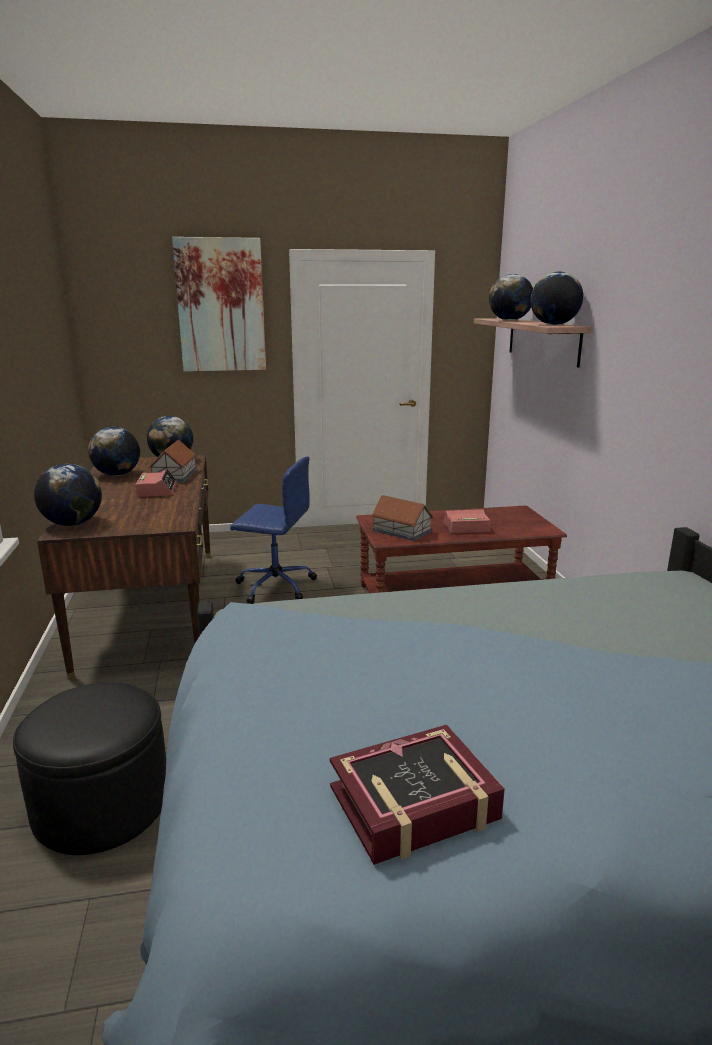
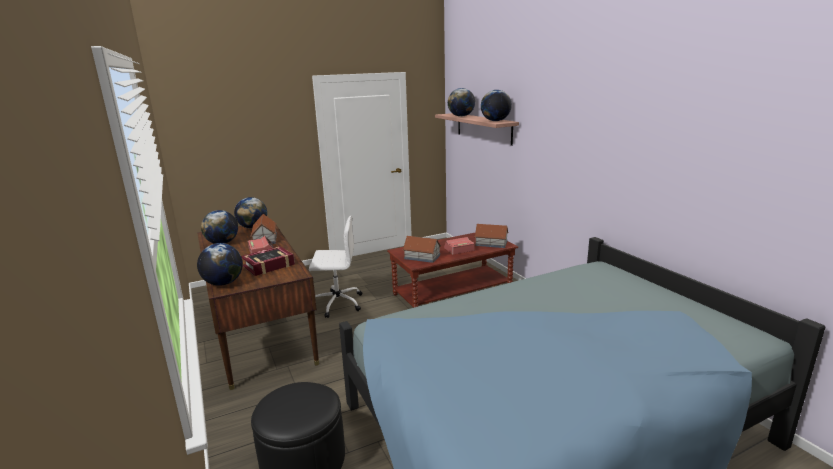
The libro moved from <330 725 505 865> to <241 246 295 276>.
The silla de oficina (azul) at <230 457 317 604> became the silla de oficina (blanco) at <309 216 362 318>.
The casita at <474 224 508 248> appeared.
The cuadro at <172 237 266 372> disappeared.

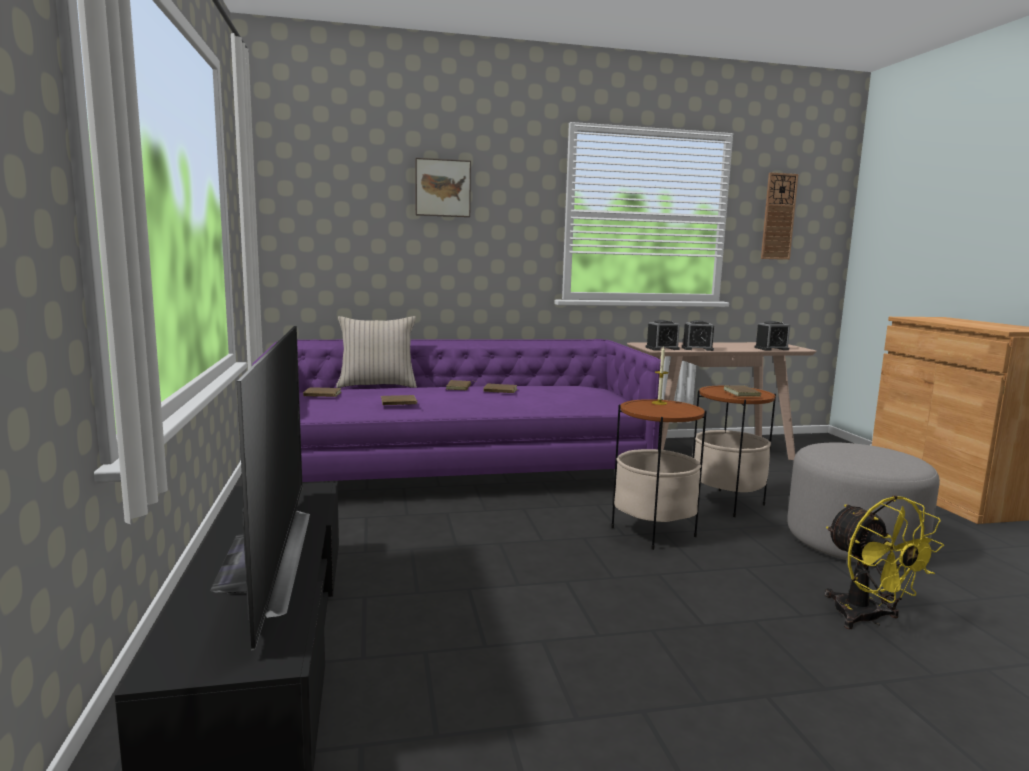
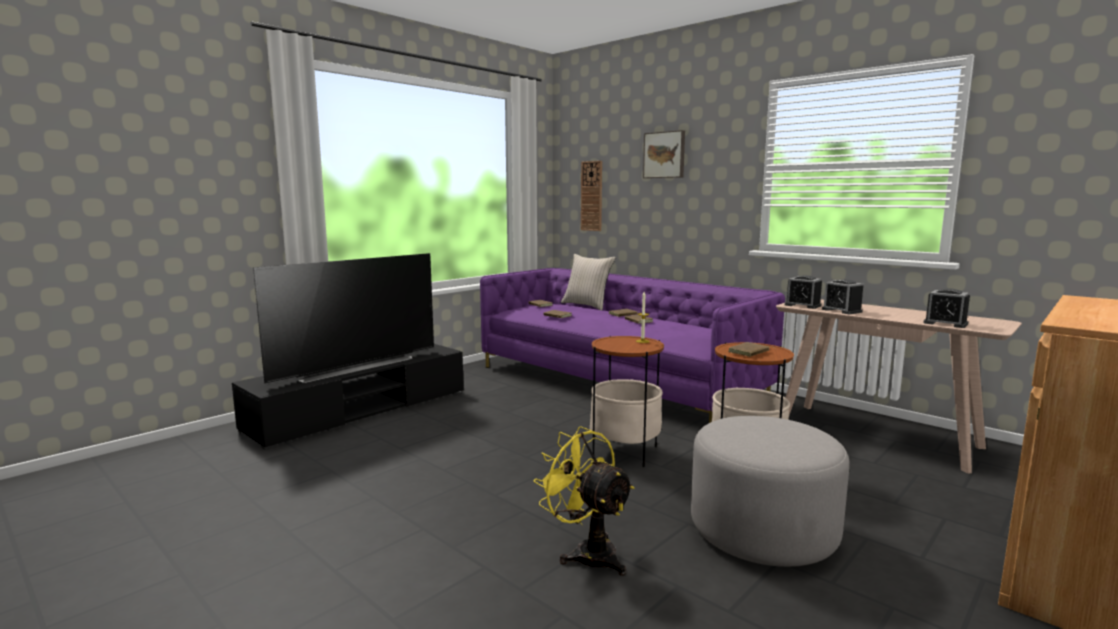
The ventilador (amarillo) at <825 495 944 629> turned 105 degrees clockwise.
The reloj de pared moved from <761 172 799 260> to <581 161 602 231>.

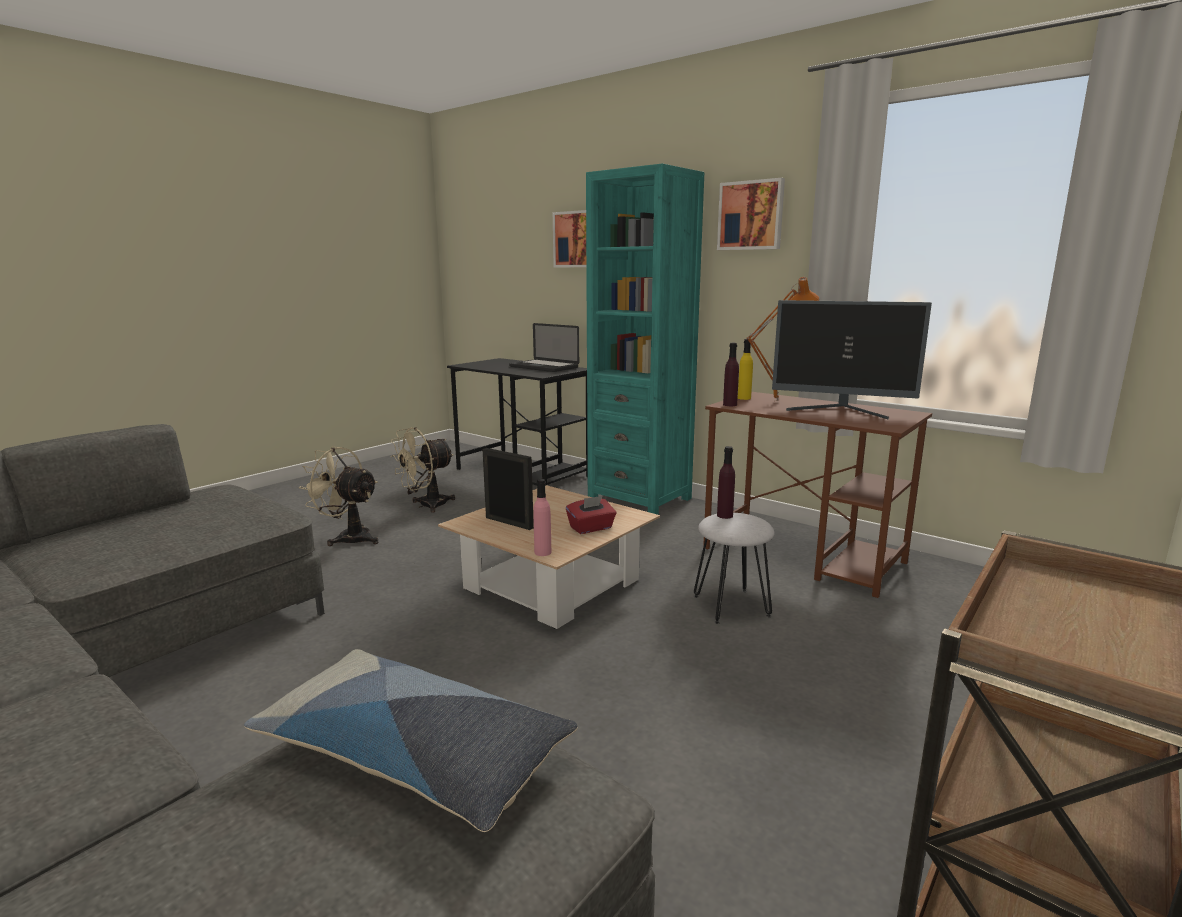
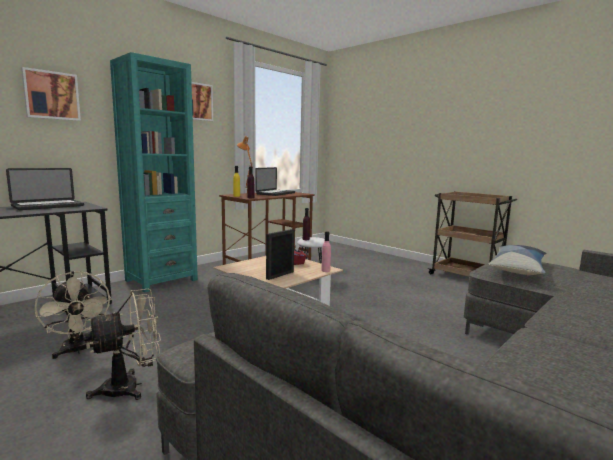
The ventilador (beis) at <299 446 378 546> turned 150 degrees counterclockwise.
The monitor at <772 300 932 419> was replaced by the portátil at <256 167 295 196>.

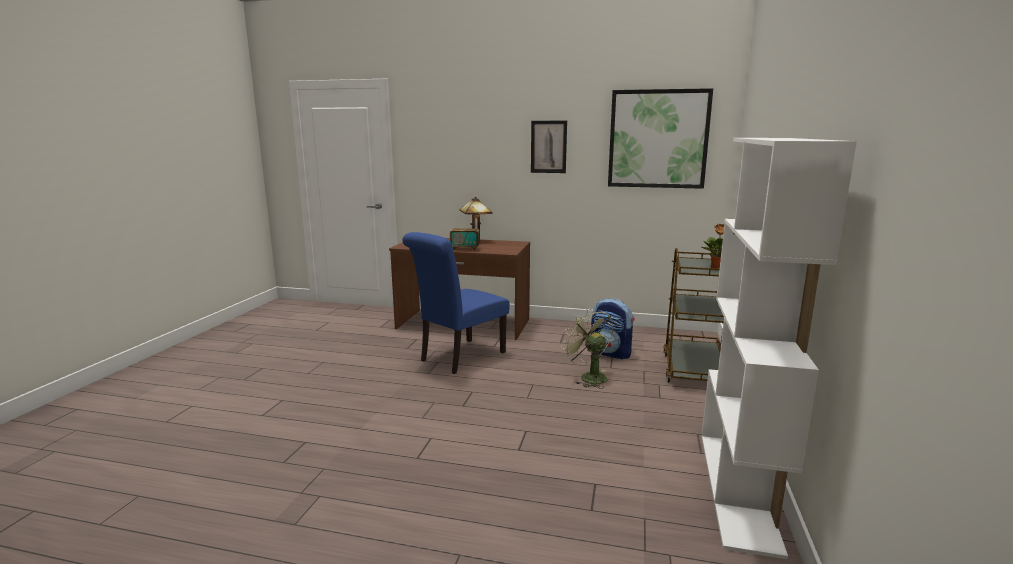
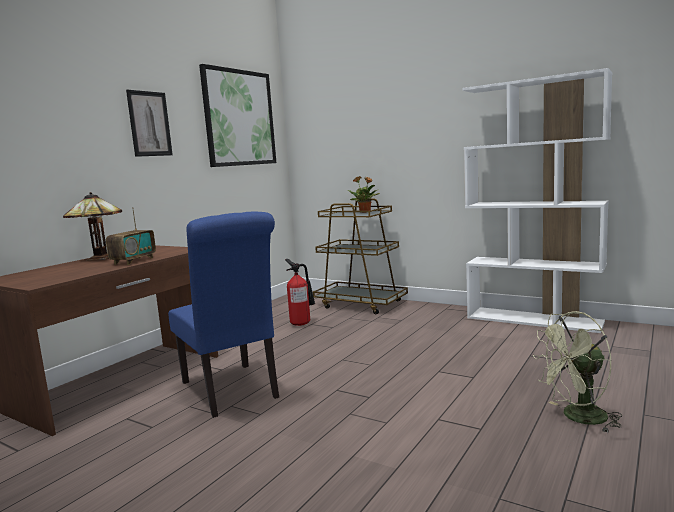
The mochila at <591 298 635 360> was replaced by the extintor at <285 259 315 326>.
The ventilador (verde) moved from <561 308 613 389> to <533 311 622 433>.

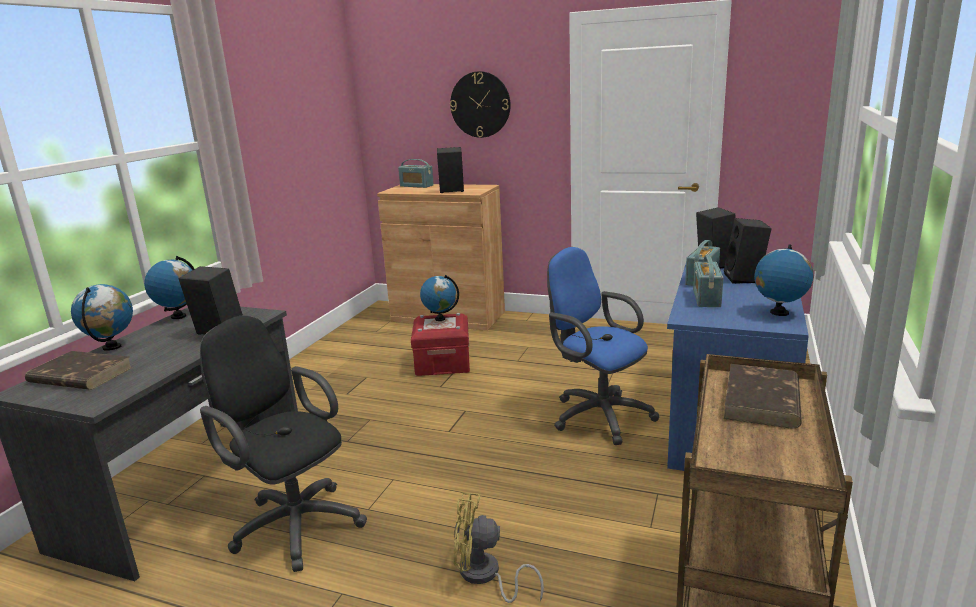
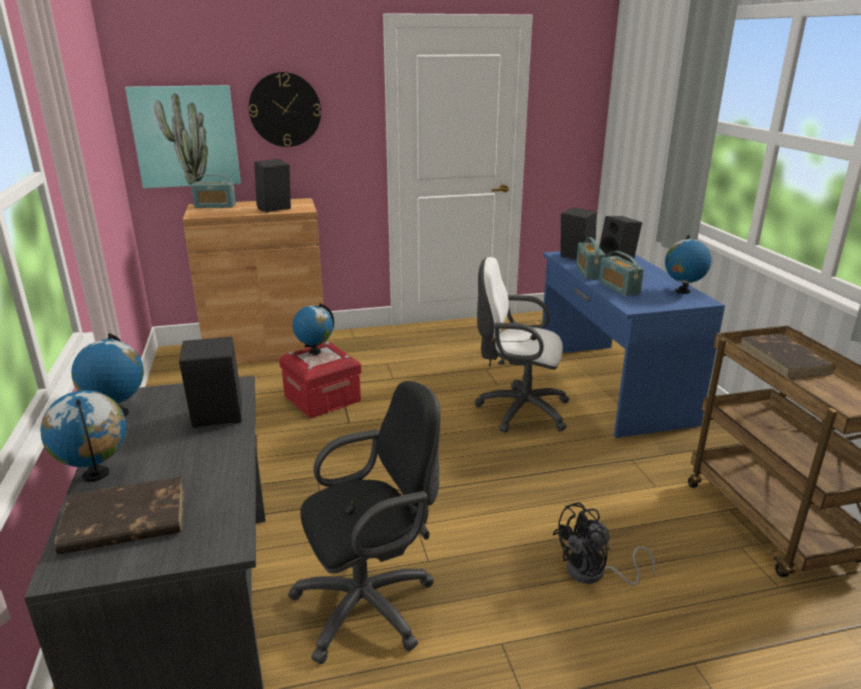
The cuadro at <125 85 241 188> appeared.
The silla de oficina (negro) at <200 315 367 572> turned 150 degrees clockwise.
The silla de oficina (azul) at <547 247 659 445> became the silla de oficina (blanco) at <474 257 570 433>.
The ventilador (amarillo) at <453 492 544 603> became the ventilador (negro) at <552 502 655 586>.

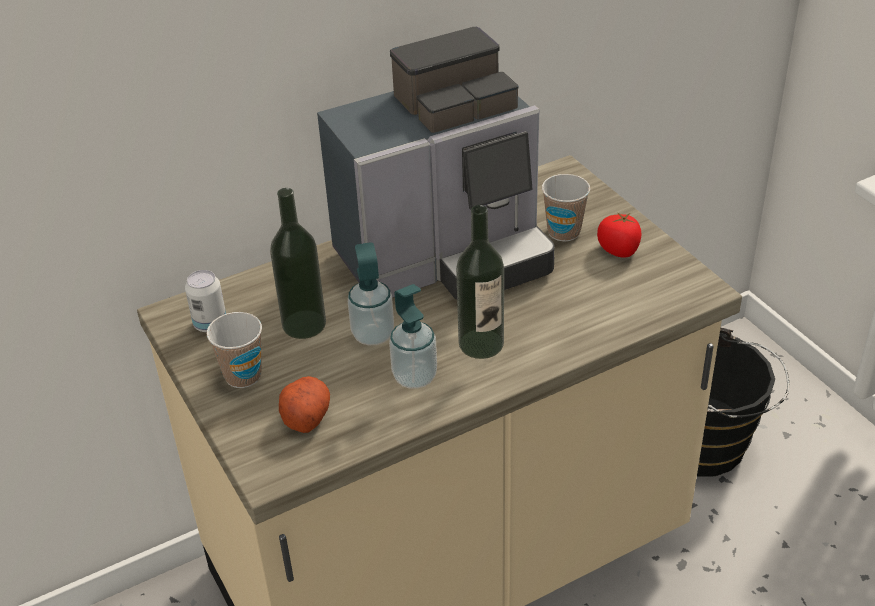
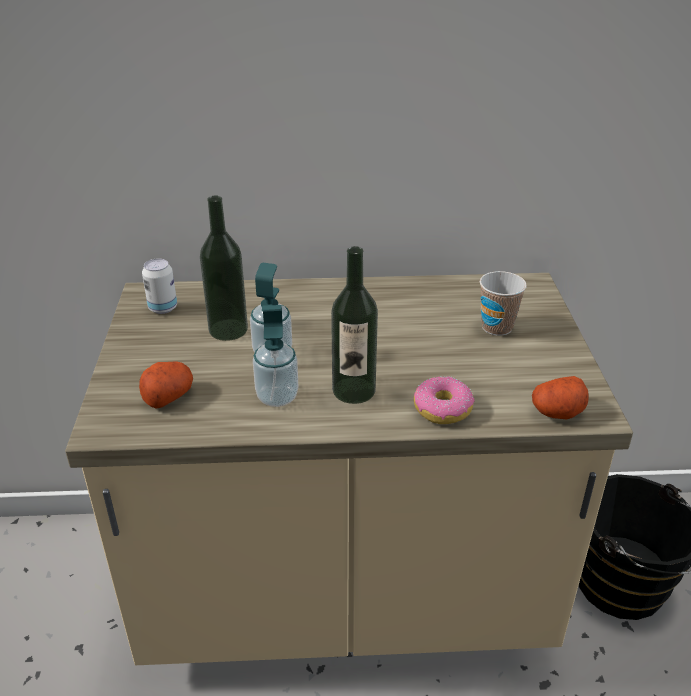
The rosquilla at <414 376 475 424> appeared.
The patata at <532 376 589 419> appeared.
The taza at <207 312 262 388> disappeared.
The cafetera at <317 27 555 300> disappeared.
The tomate at <597 212 641 257> disappeared.

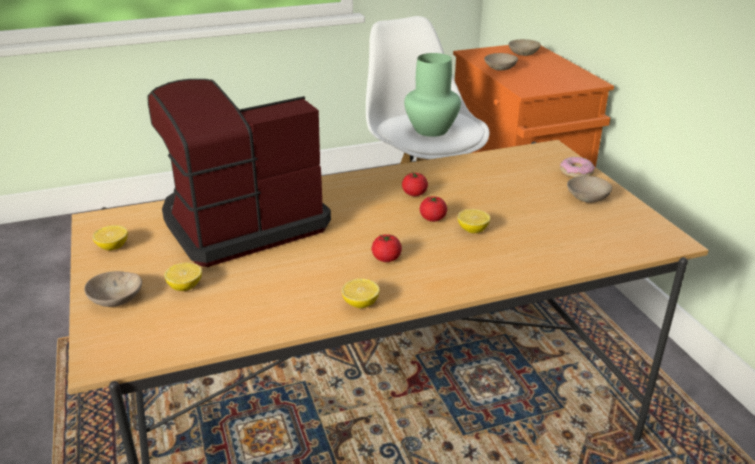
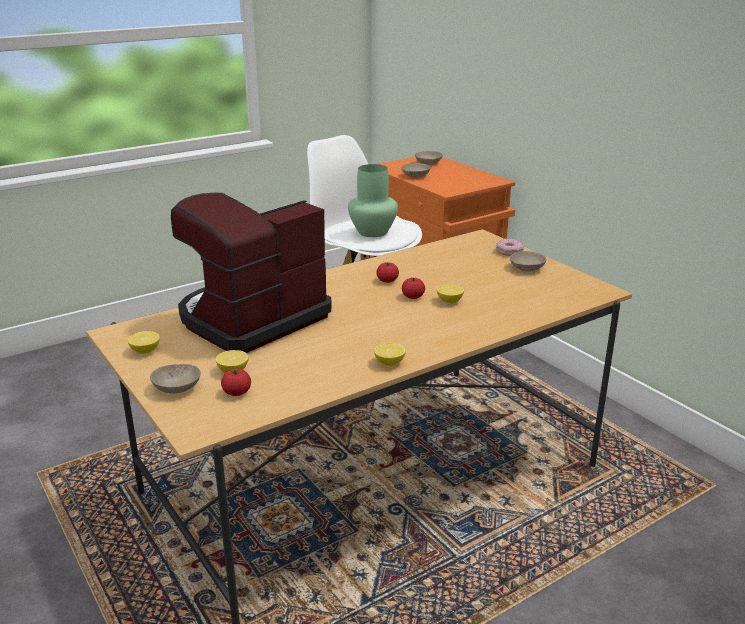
The tomate moved from <372 234 402 262> to <221 369 251 396>.

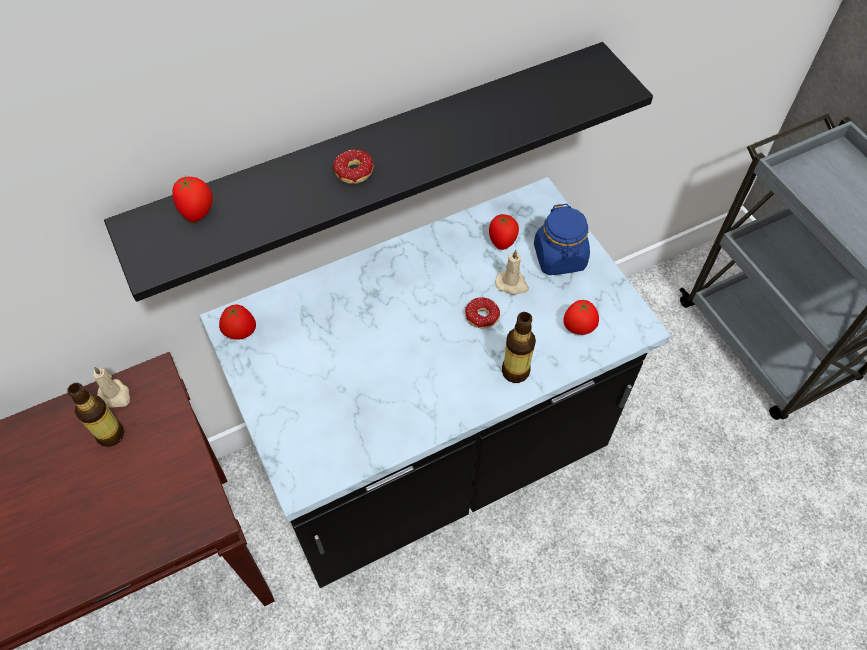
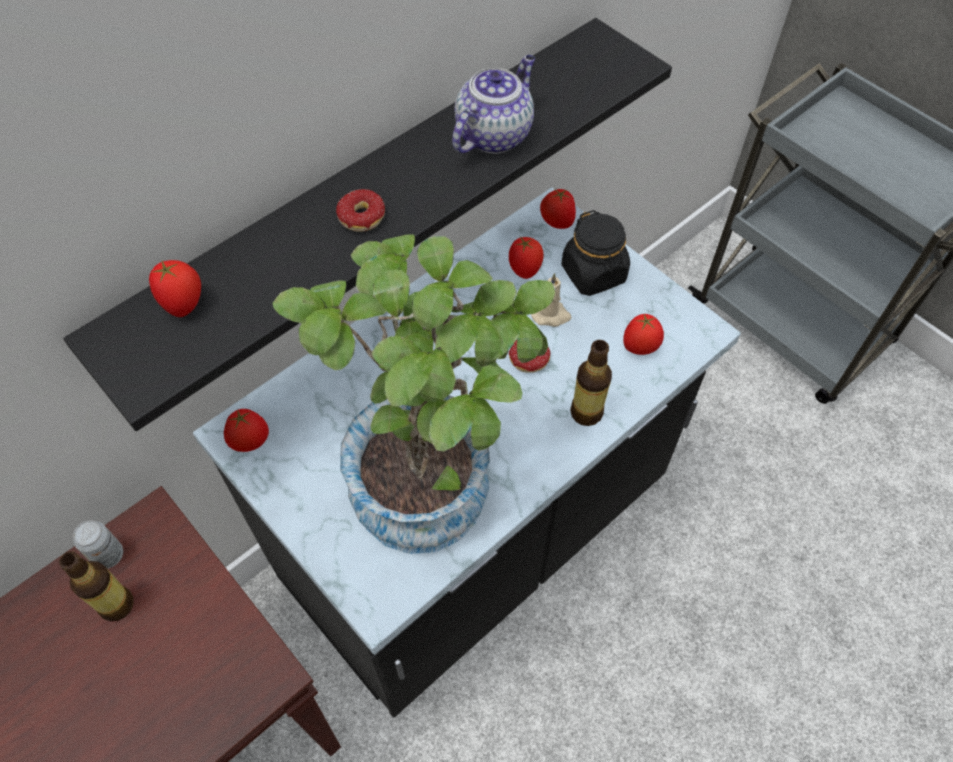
The vela (beis) at <93 367 130 408> was replaced by the lata at <73 520 123 569>.
The planta en maceta at <273 234 556 554> appeared.
The tetera at <452 55 535 154> appeared.
The tomate at <540 189 576 229> appeared.
The tarro (azul) at <534 204 590 275> became the tarro (negro) at <561 210 630 296>.

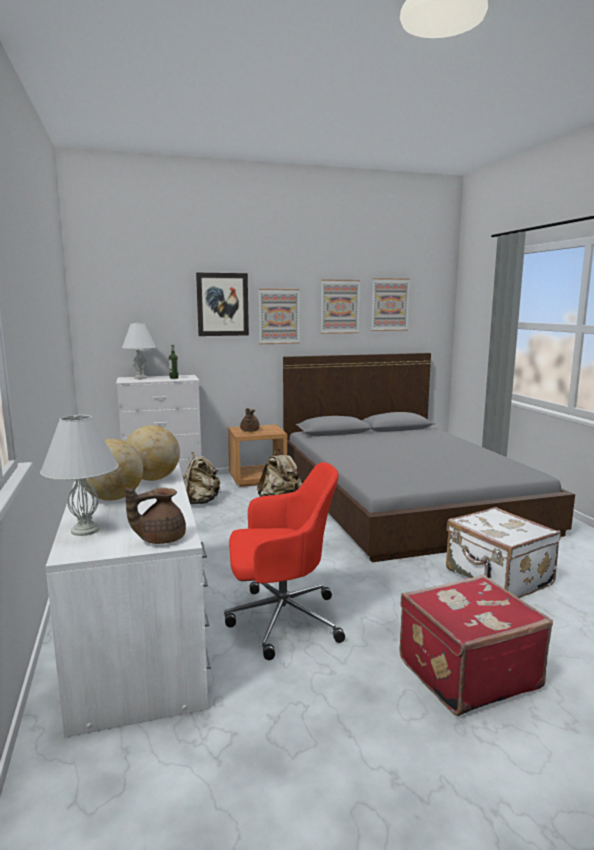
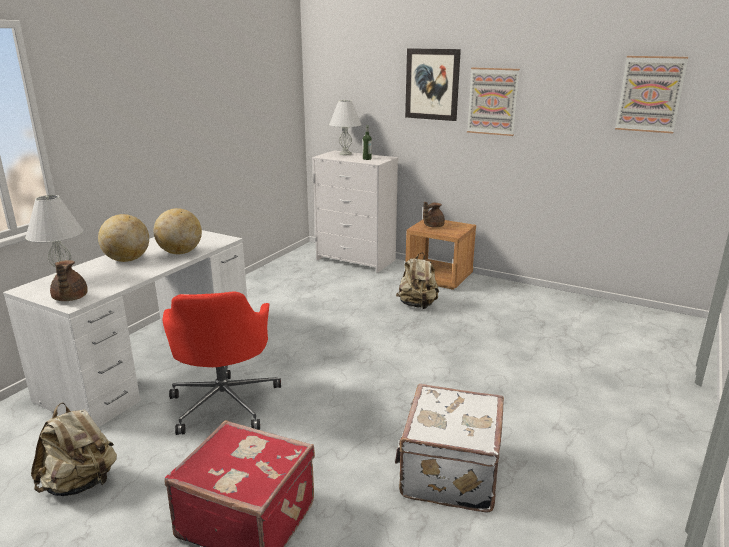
The mochila (beis) moved from <184 452 221 504> to <31 403 117 496>.
The tetera (marrón) at <125 487 186 544> turned 120 degrees counterclockwise.
The silla de oficina (rojo) at <224 462 345 660> turned 45 degrees clockwise.
The cama (gris) at <283 353 575 562> disappeared.
The cuadro at <321 279 360 334> disappeared.

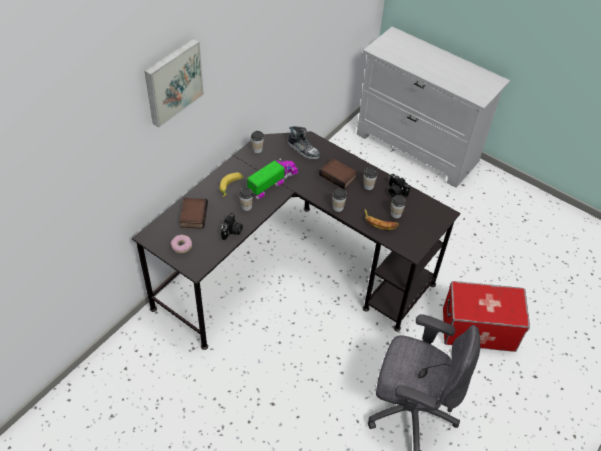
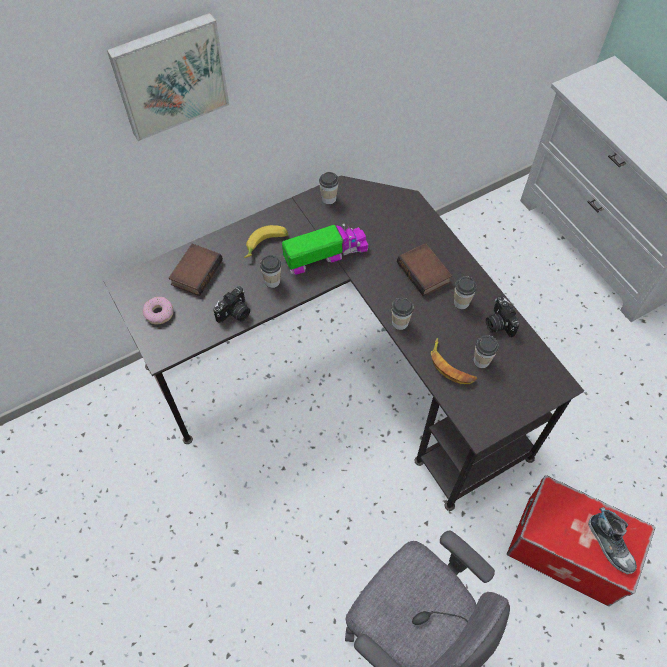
The zapato moved from <288 126 320 159> to <588 507 637 575>.

